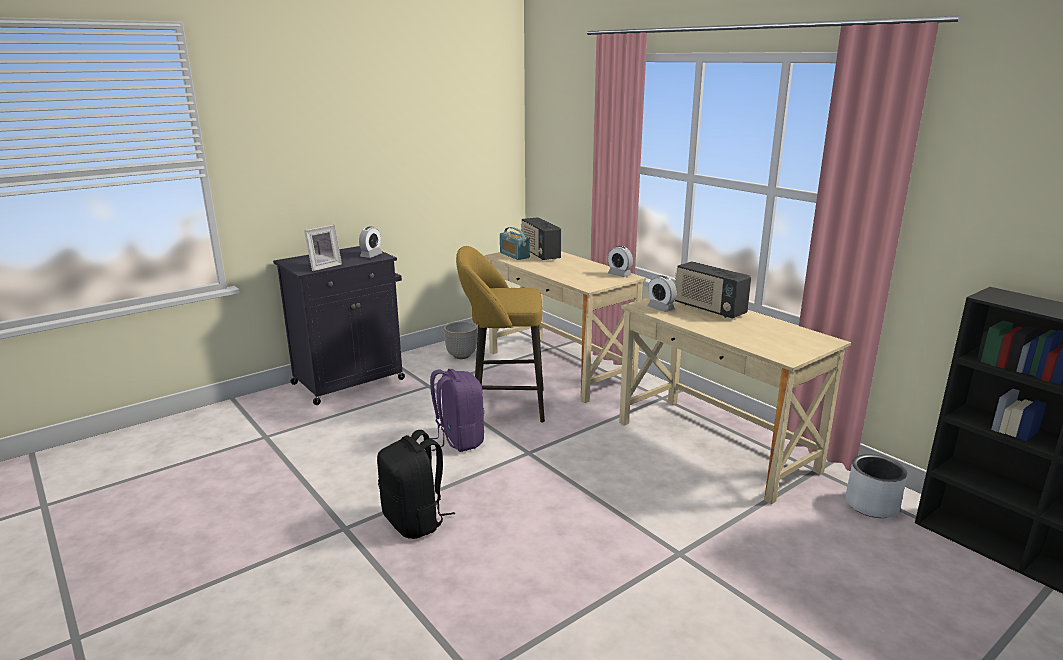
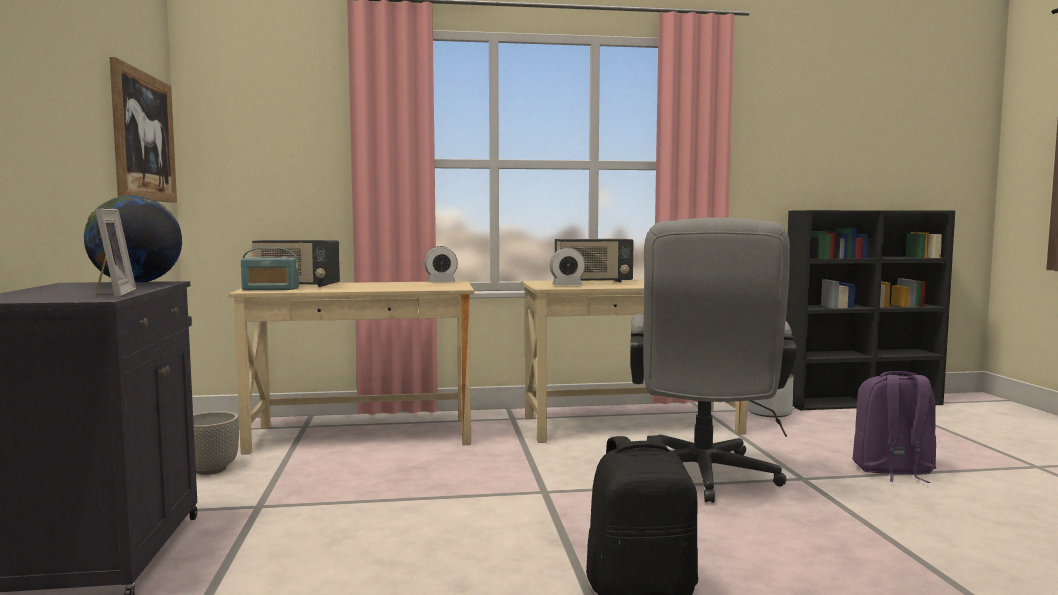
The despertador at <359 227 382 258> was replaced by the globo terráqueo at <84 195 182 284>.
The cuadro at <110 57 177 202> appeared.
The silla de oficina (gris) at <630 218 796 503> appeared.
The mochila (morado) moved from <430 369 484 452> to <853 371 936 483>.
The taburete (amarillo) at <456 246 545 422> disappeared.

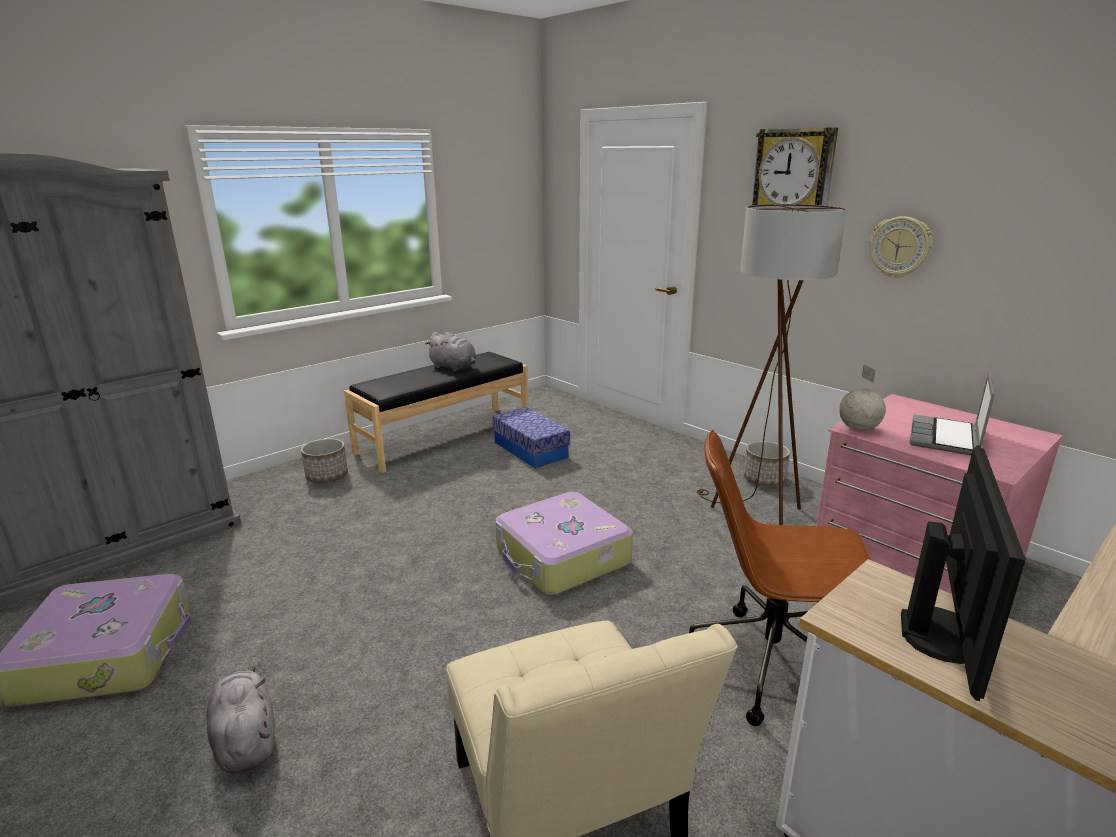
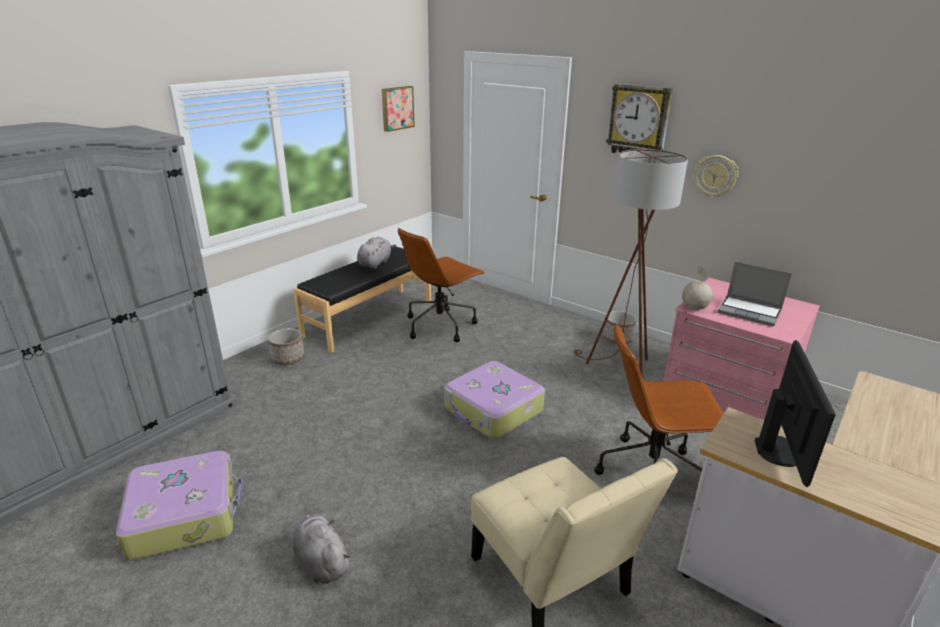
The peluche (gris) at <425 332 476 372> turned 90 degrees counterclockwise.
The cuadro at <382 86 415 132> appeared.
The caja de almacenaje at <492 407 570 468> was replaced by the silla de oficina (marrón) at <398 228 485 342>.
The portátil at <910 370 995 455> turned 75 degrees counterclockwise.

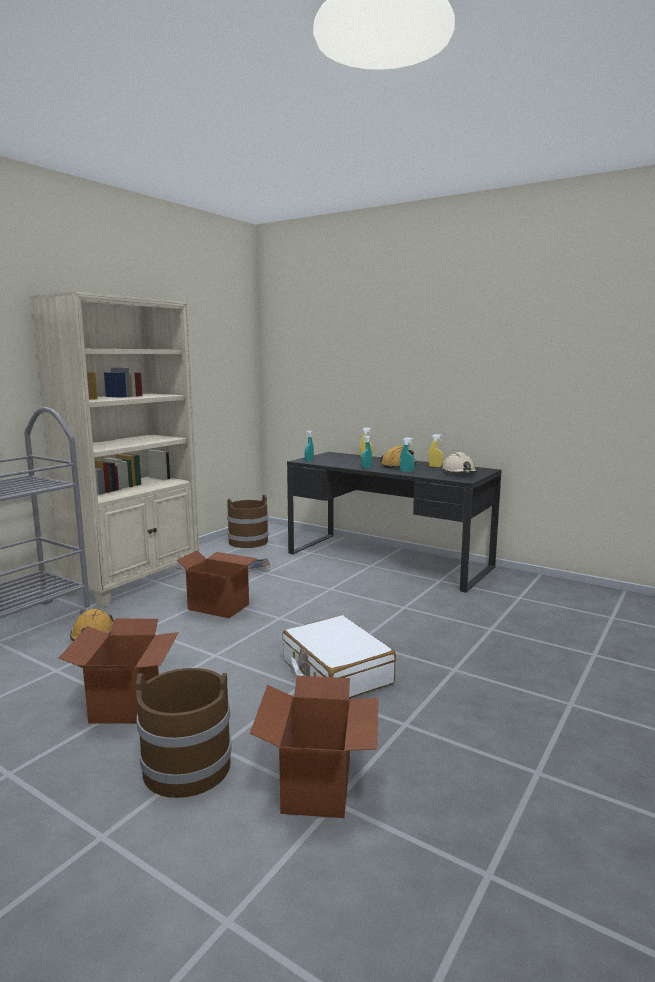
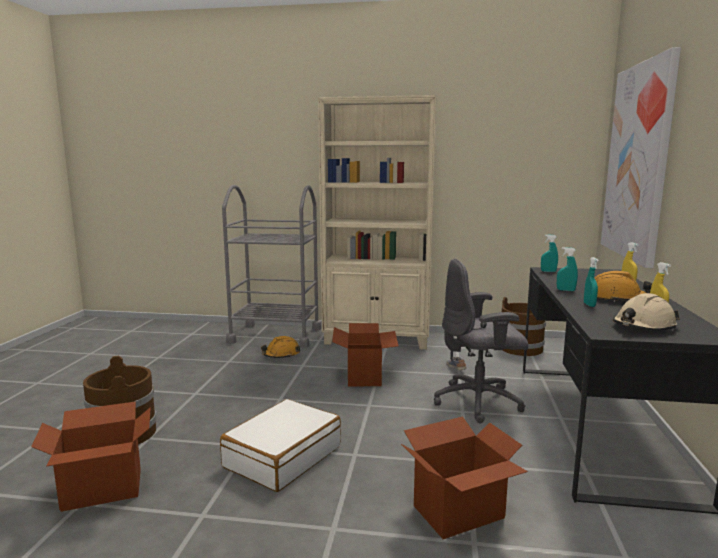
The caja de cartón moved from <59 619 179 724> to <401 417 528 539>.
The silla de oficina (gris) at <434 259 528 423> appeared.
The cuadro at <601 47 681 268> appeared.

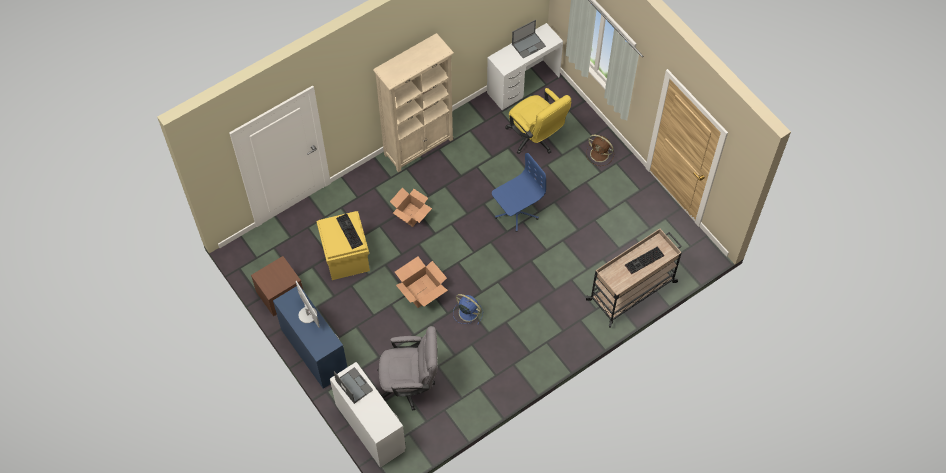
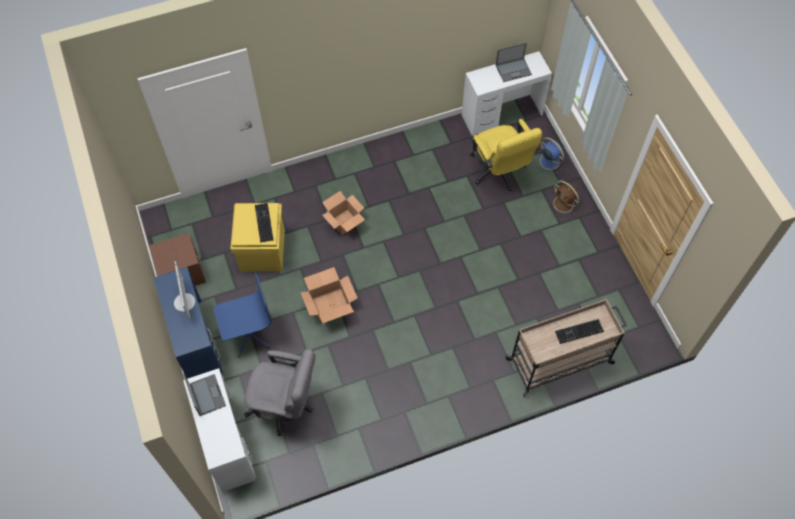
The silla de oficina (azul) moved from <492 153 546 232> to <213 273 272 358>.
The ventilador (azul) moved from <453 294 483 324> to <534 137 564 174>.
The estantería (beis) at <373 33 454 172> disappeared.

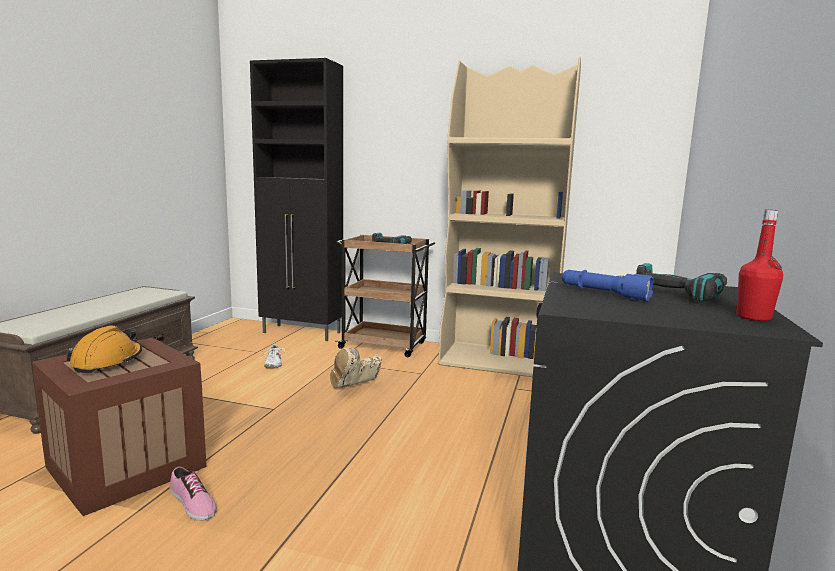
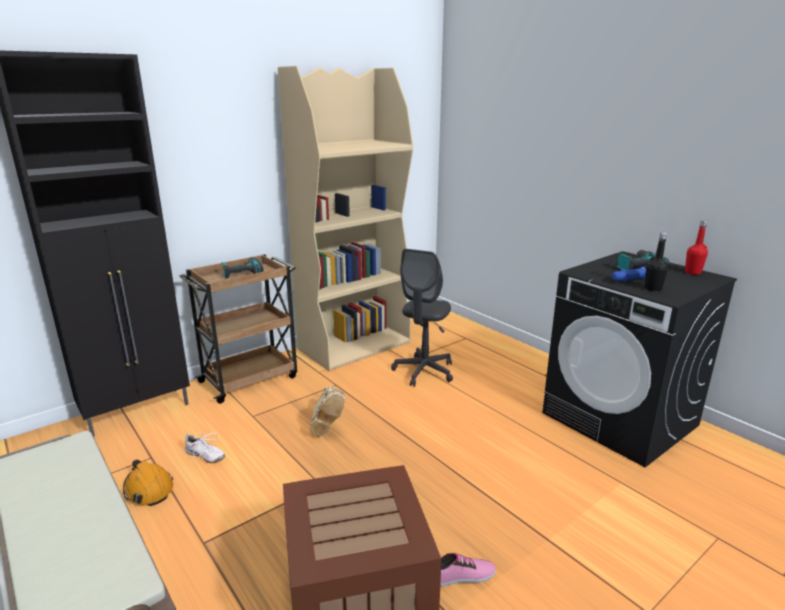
The casco (naranja) moved from <66 325 142 373> to <123 459 173 506>.
The silla de oficina (gris) at <391 249 453 387> appeared.
The botella (negro) at <645 233 668 291> appeared.

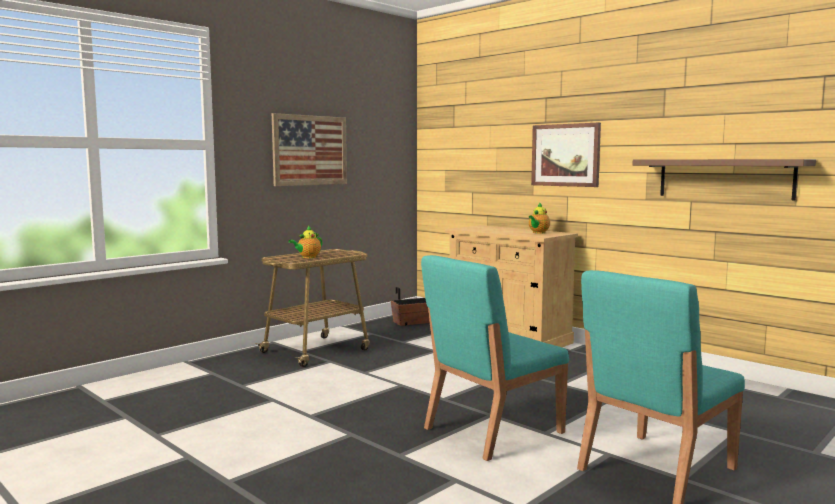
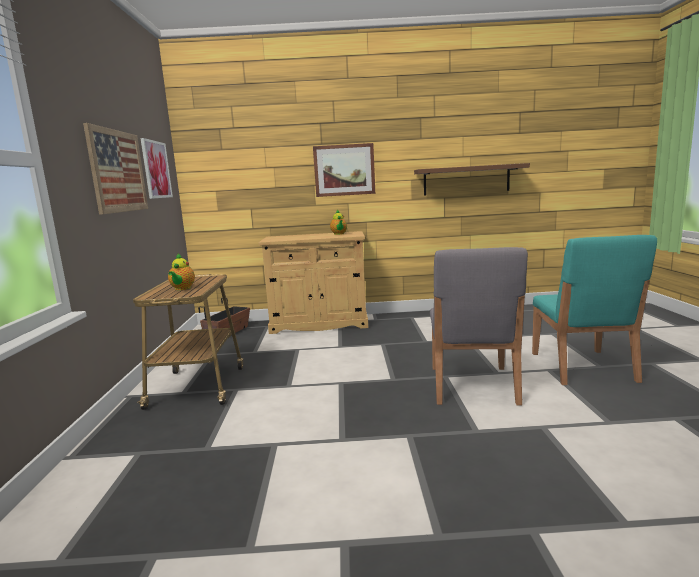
The cuadro at <140 138 173 199> appeared.
The silla (turquesa) at <421 255 569 461> became the silla (gris) at <430 247 528 406>.

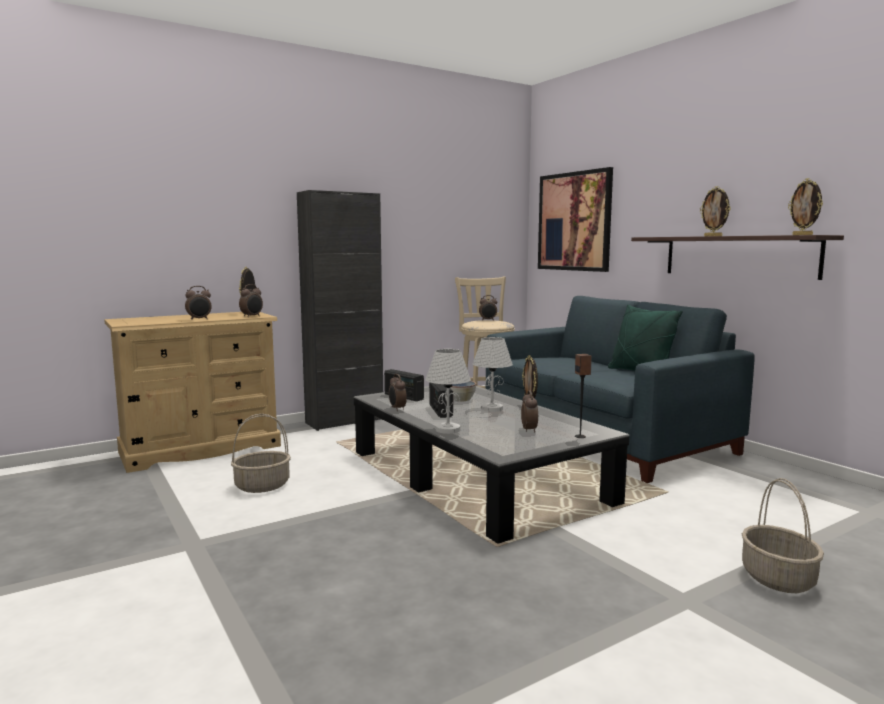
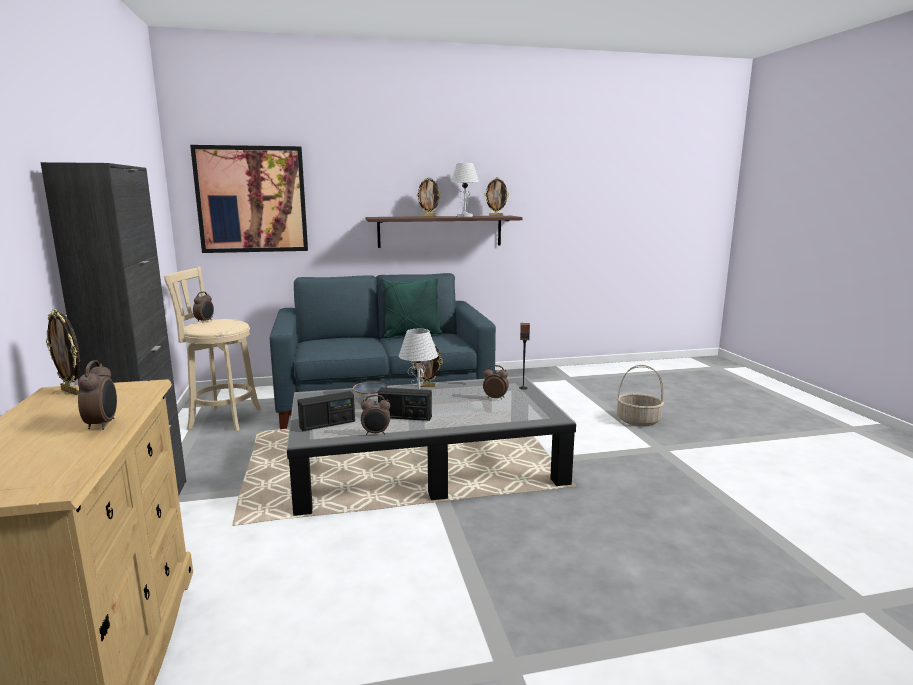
The lámpara de mesa (blanco) moved from <425 349 471 434> to <451 163 479 217>.
The cesta at <231 414 291 493> disappeared.
The despertador at <239 284 263 317> disappeared.

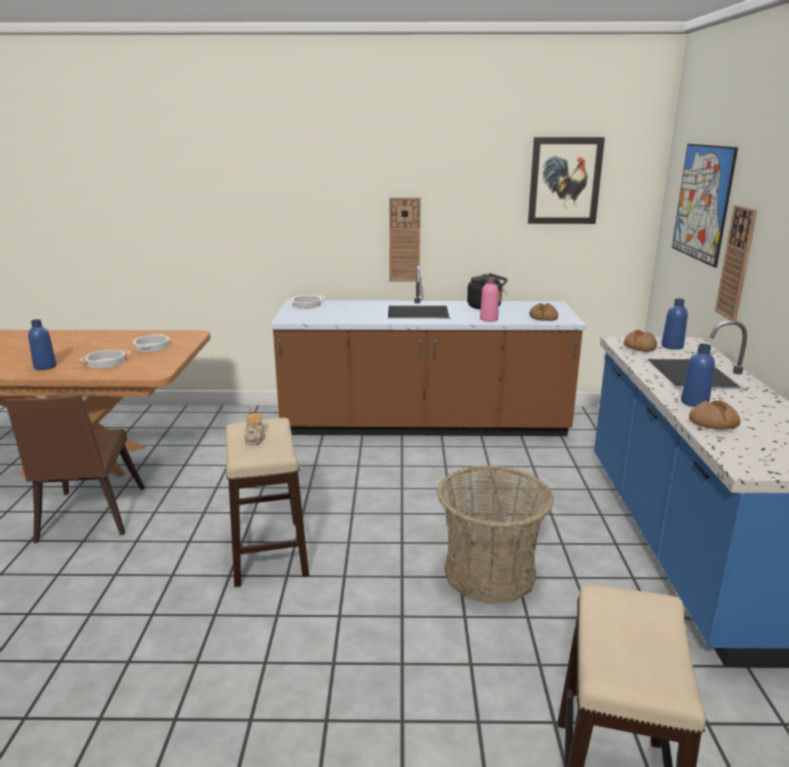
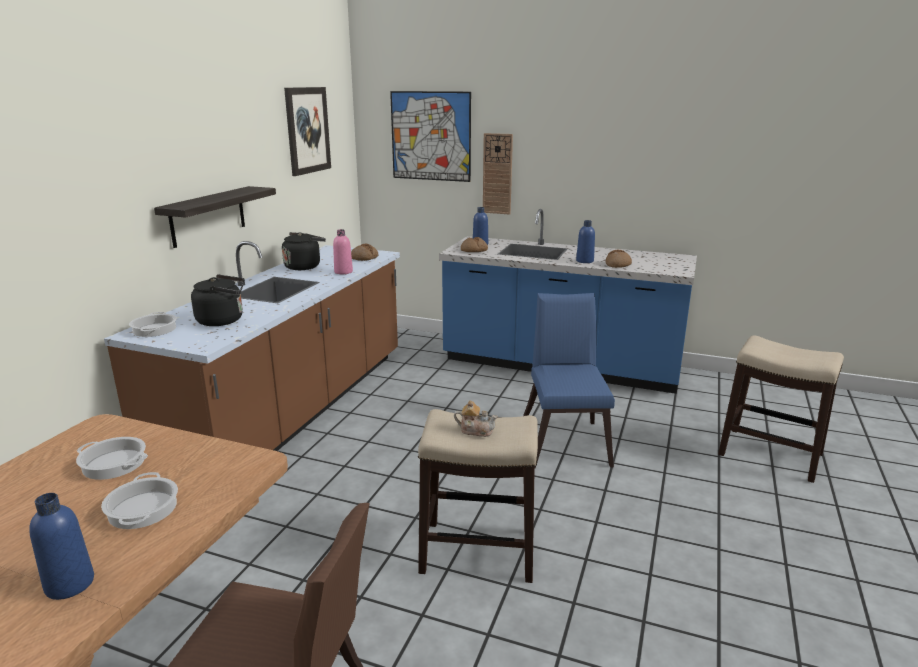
The reloj de pared at <389 197 421 281> was replaced by the estante at <154 186 276 248>.
The hervidor (negro) at <191 274 244 326> appeared.
The cesta at <437 465 554 604> was replaced by the silla (azul) at <523 293 615 468>.

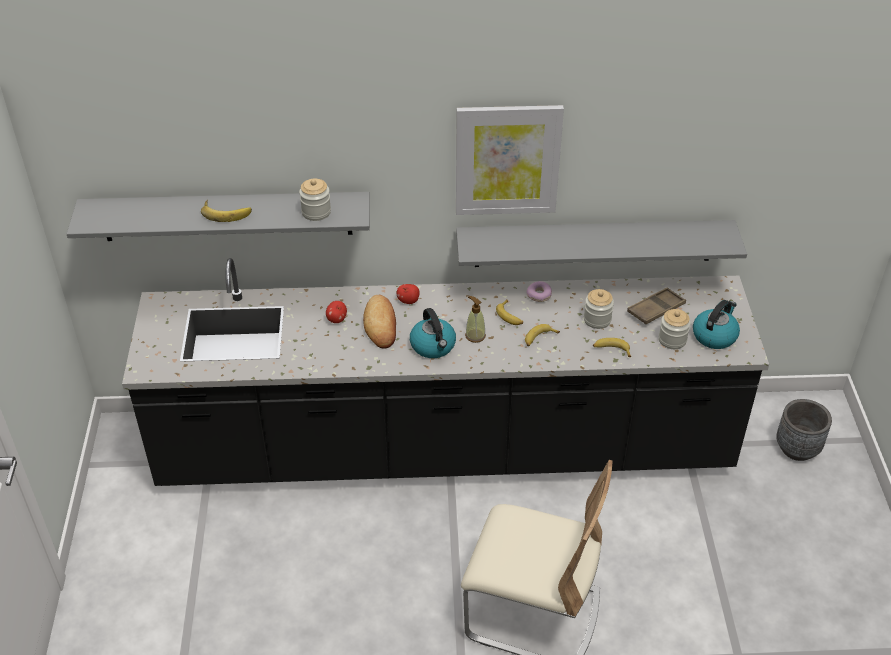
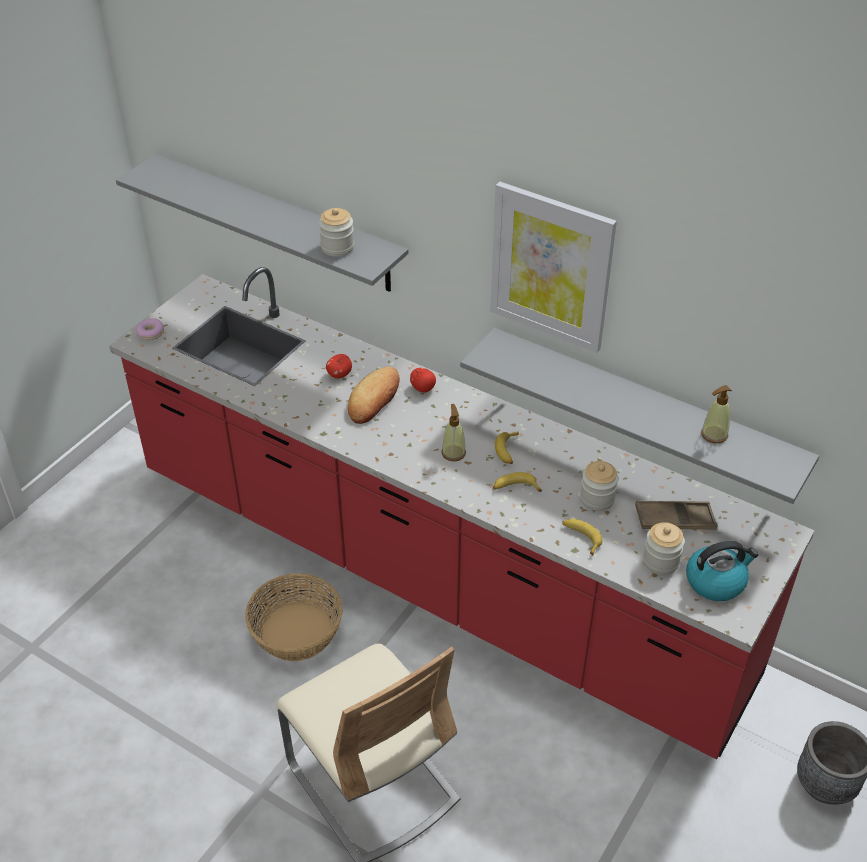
The mueble bajo de cocina (negro) at <122 258 769 486> became the mueble bajo de cocina (rojo) at <109 267 815 759>.
The rosquilla moved from <526 281 552 302> to <136 318 164 340>.
The cesta at <245 573 343 661> appeared.
The dispensador de jabón at <701 385 732 444> appeared.
The plátano at <201 200 252 222> disappeared.
The hervidor at <410 308 456 358> disappeared.

